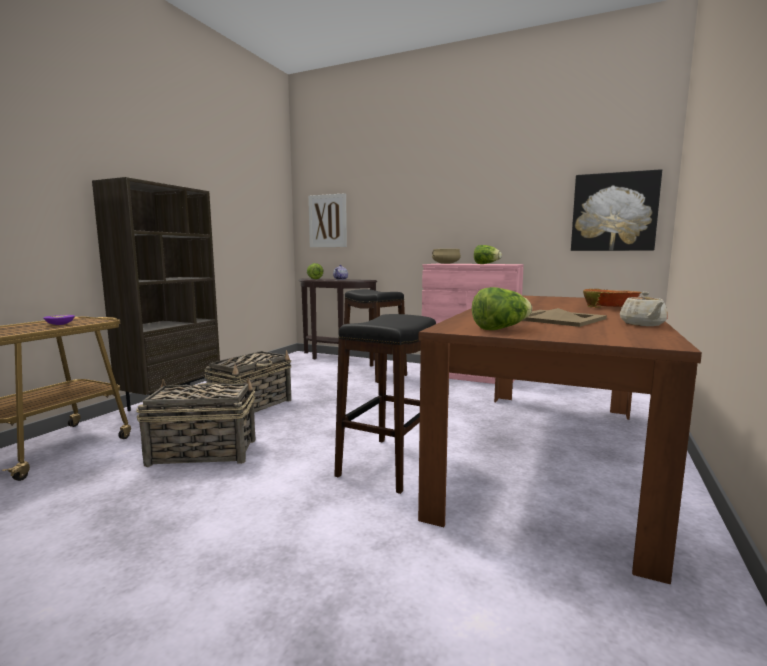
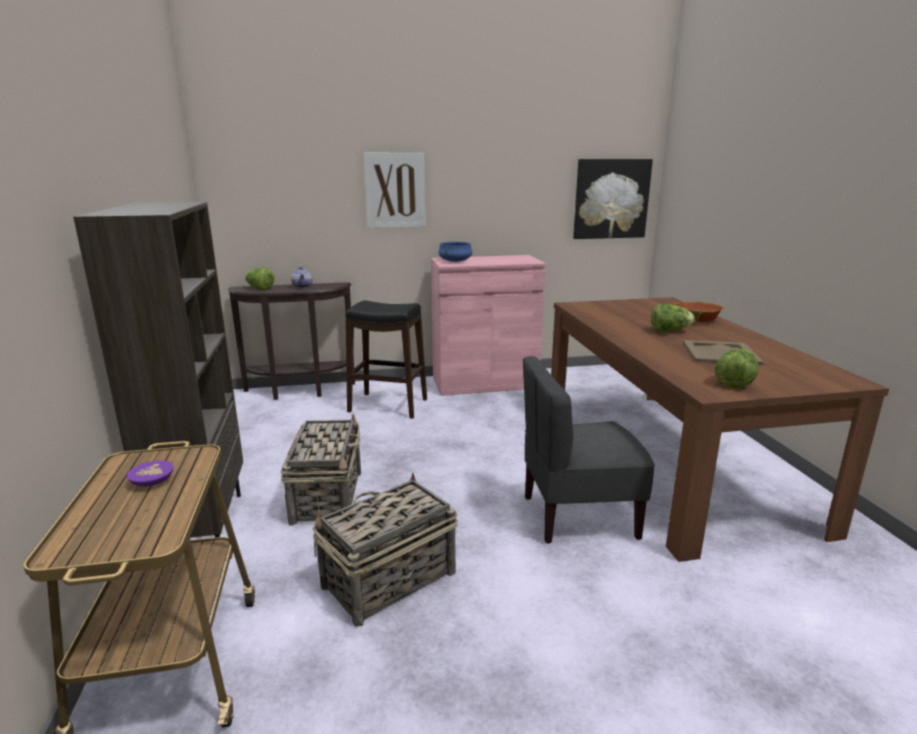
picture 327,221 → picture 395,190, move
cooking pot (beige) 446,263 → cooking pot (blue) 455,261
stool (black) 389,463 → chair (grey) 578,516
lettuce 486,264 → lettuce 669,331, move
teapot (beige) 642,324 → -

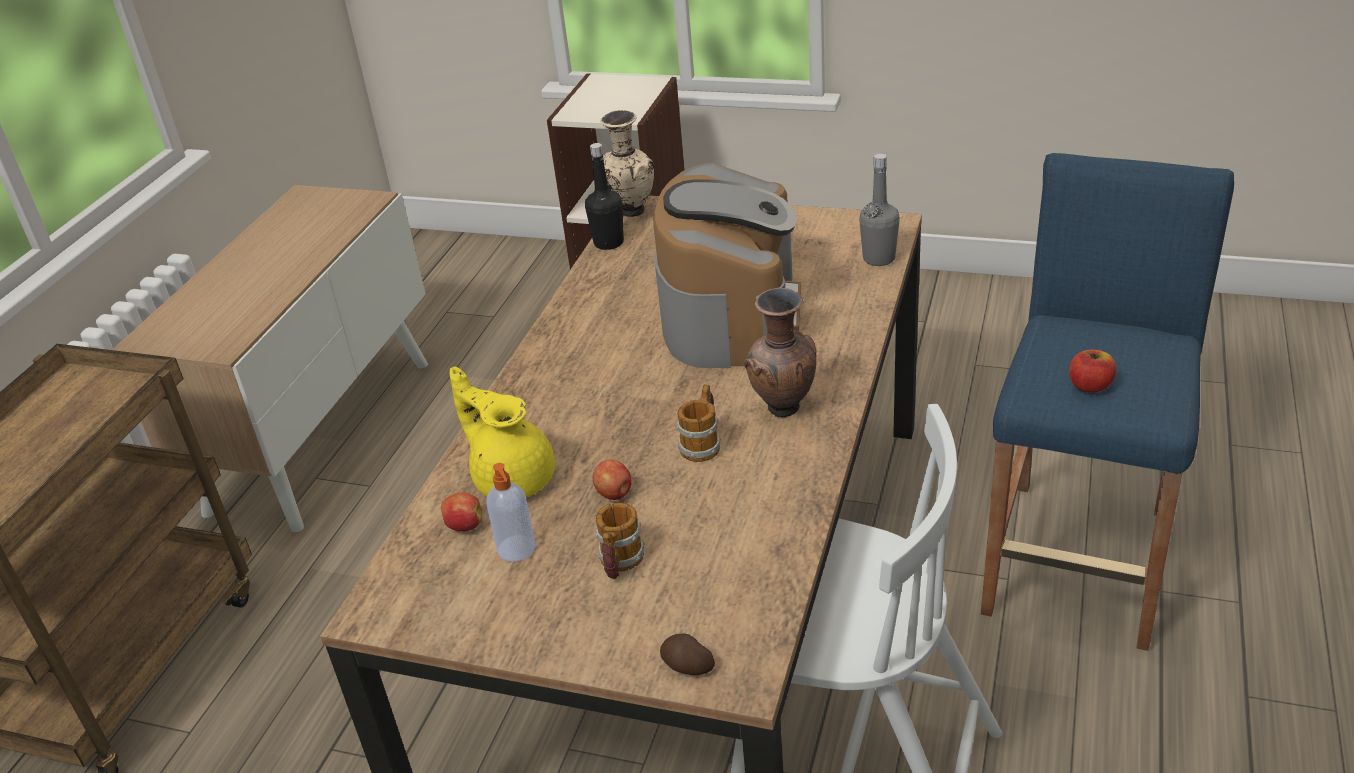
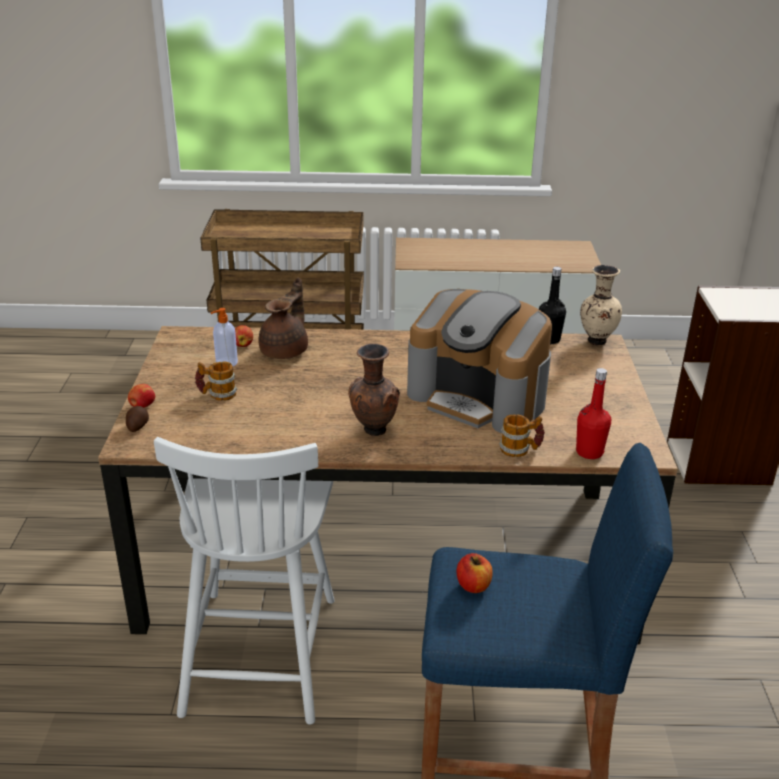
apple 614,494 → apple 142,406, move
teapot (yellow) 512,477 → teapot (brown) 286,351
coffee machine 731,315 → coffee machine 479,397, 45 degrees clockwise
mug 703,443 → mug 520,449, move
bottle (grey) 879,258 → bottle (red) 589,452

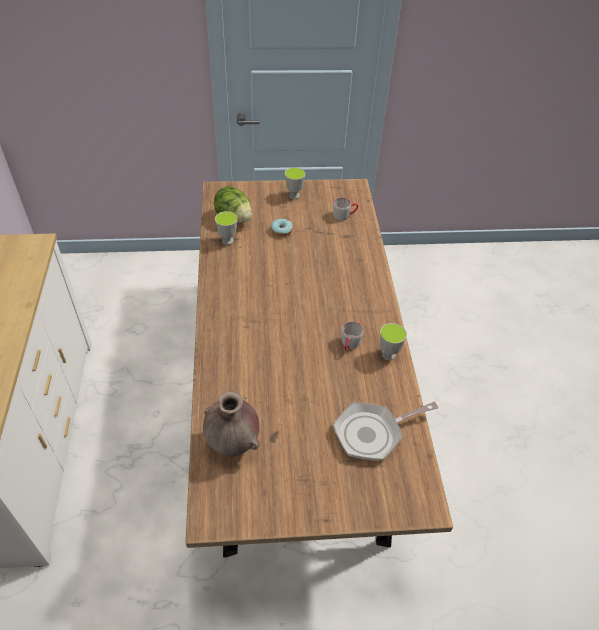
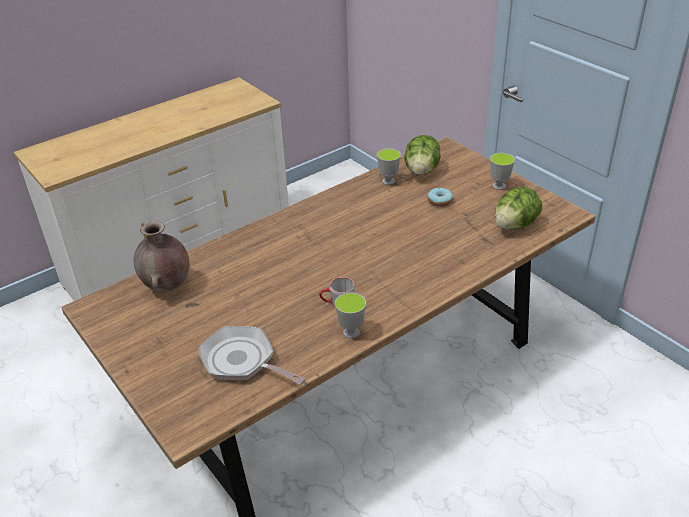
mug (grey) 344,215 → lettuce 515,225

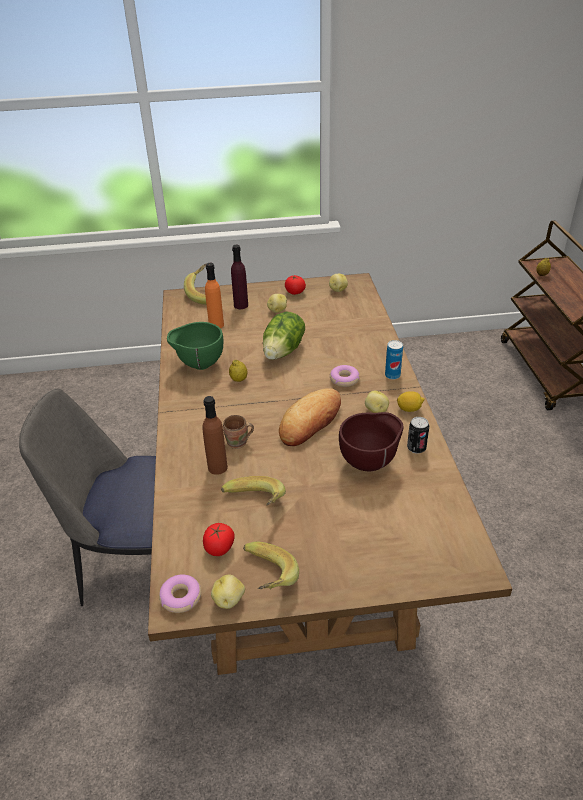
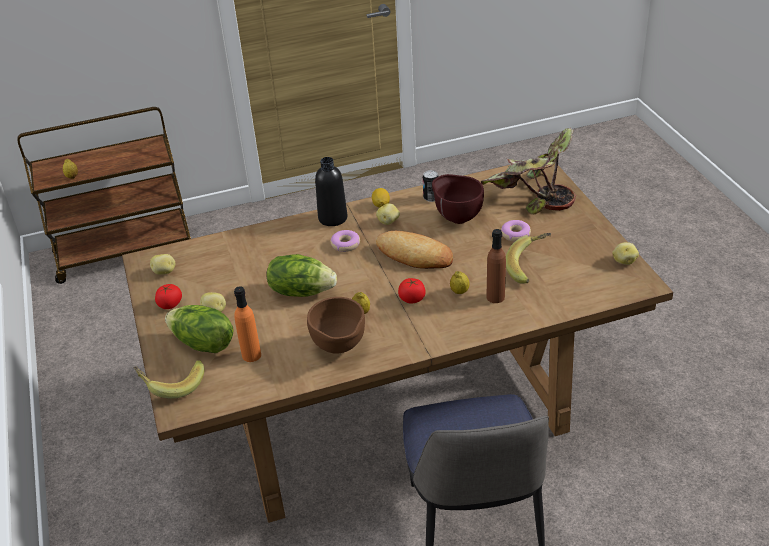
bottle (purple) 241,305 → lettuce 203,344
bowl (green) 198,365 → bowl (brown) 339,349
can 392,375 → bottle (black) 332,218
tomato 219,548 → tomato 412,299, move
mug (brown) 238,443 → lemon 459,291
- → potted plant 529,198
donut 181,597 → donut 515,234, move
banana 265,579 → -

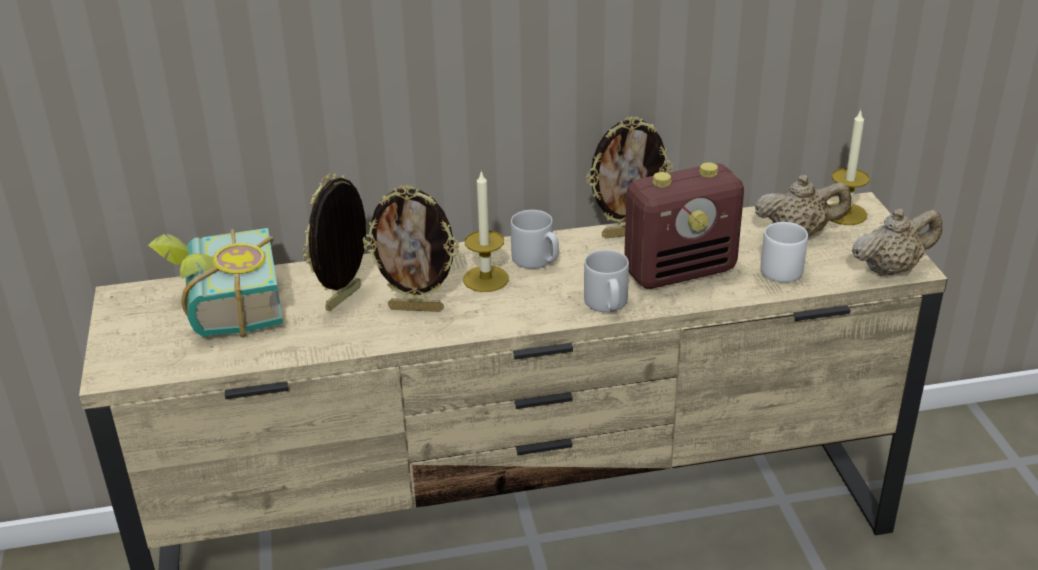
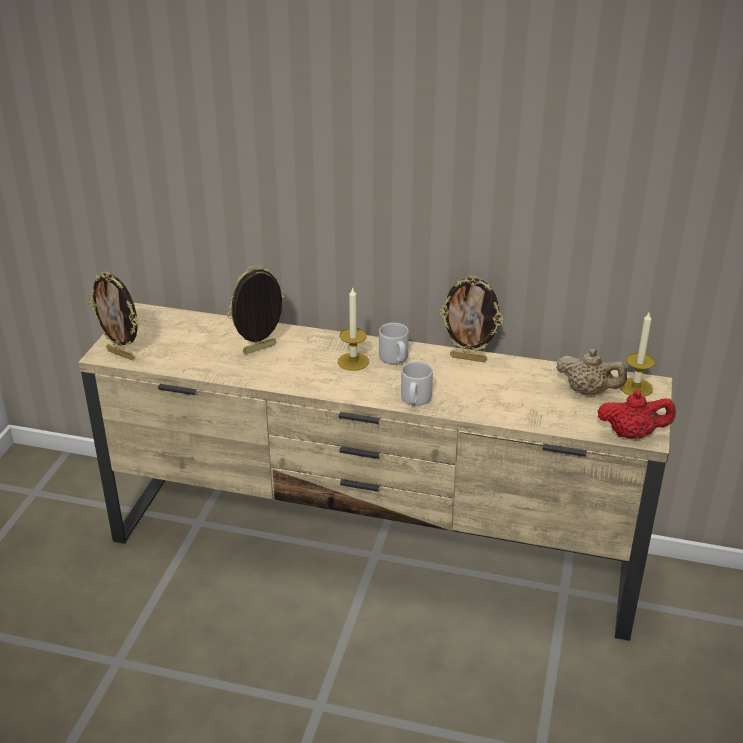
picture frame 417,308 → picture frame 122,354, move
teapot (beige) 891,269 → teapot (red) 632,434
book 222,308 → -
radio 680,271 → -
mug (white) 780,268 → -

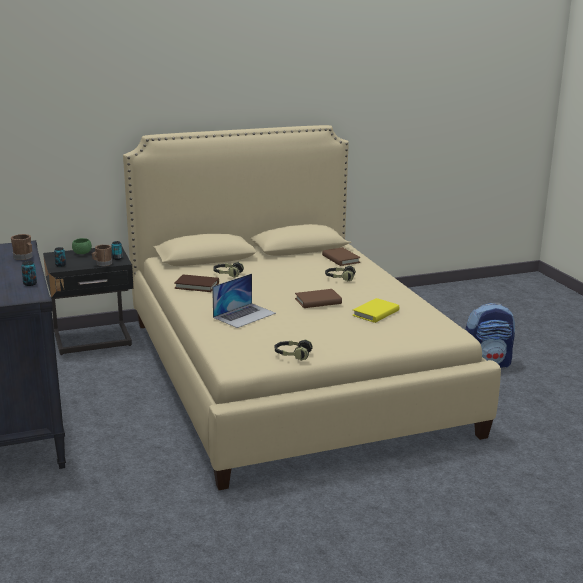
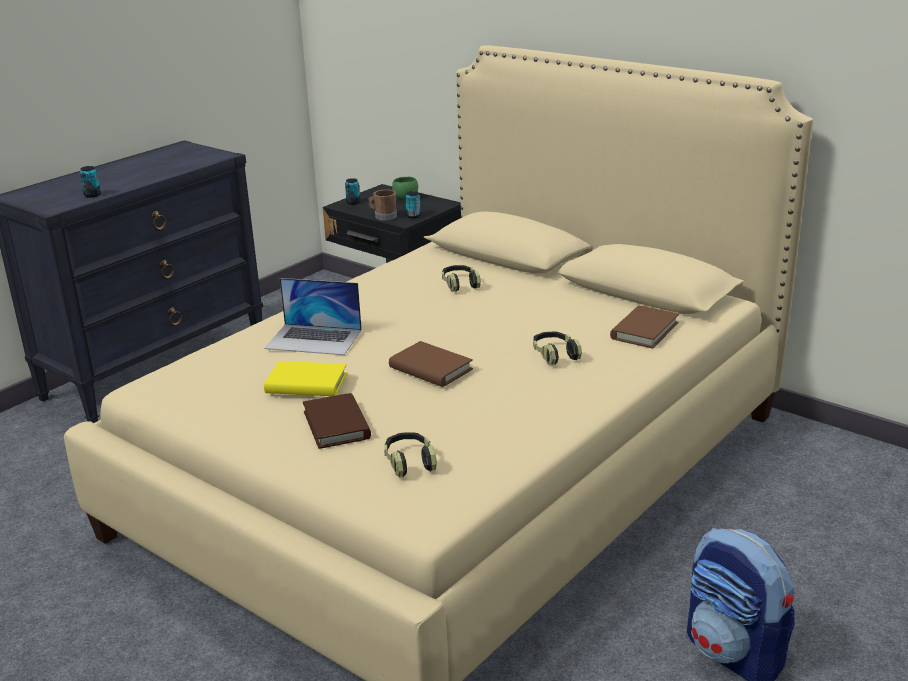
book (yellow) 376,313 → book (yellow) 306,384, move
book (brown) 197,285 → book (brown) 336,425, move
headphones 292,355 → headphones 409,462, move
mug (brown) 24,257 → -

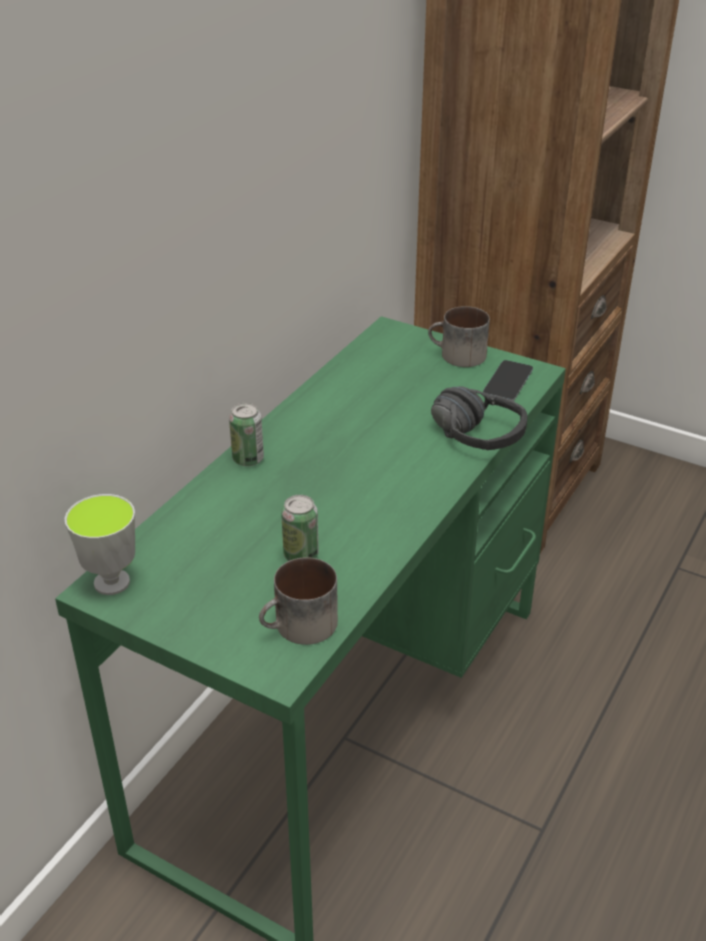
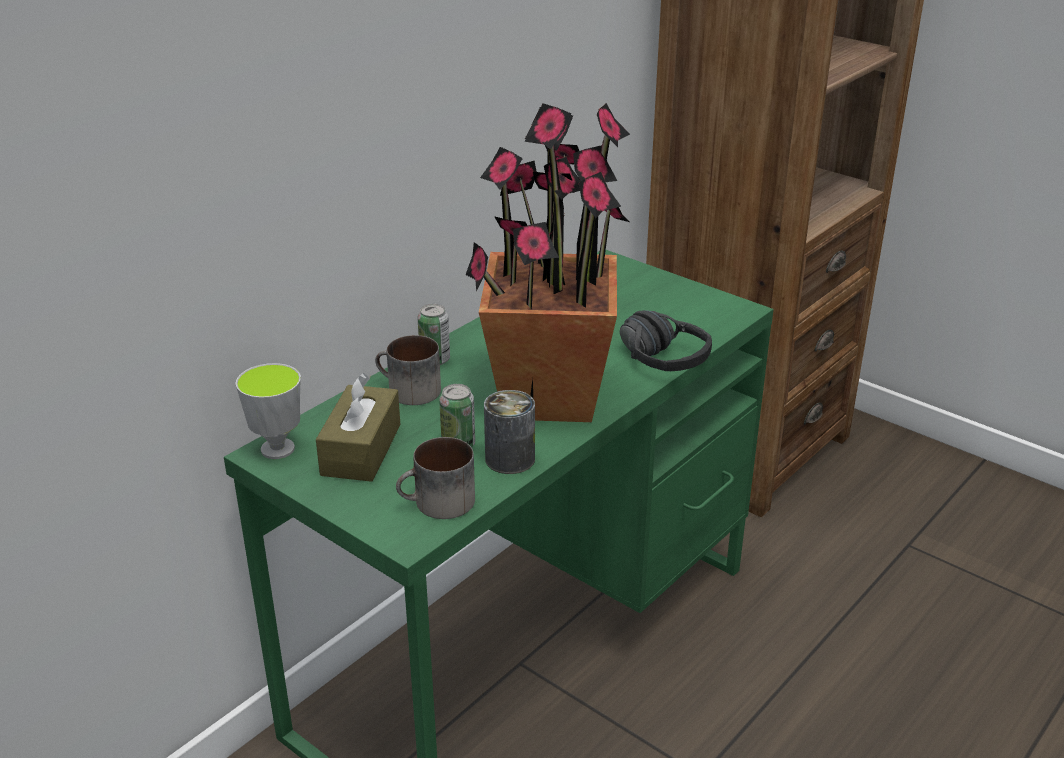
- → tissue box (brown) 361,450
mug 457,356 → mug 407,391, move
- → potted plant 548,396
- → can 510,459
phone 508,381 → -

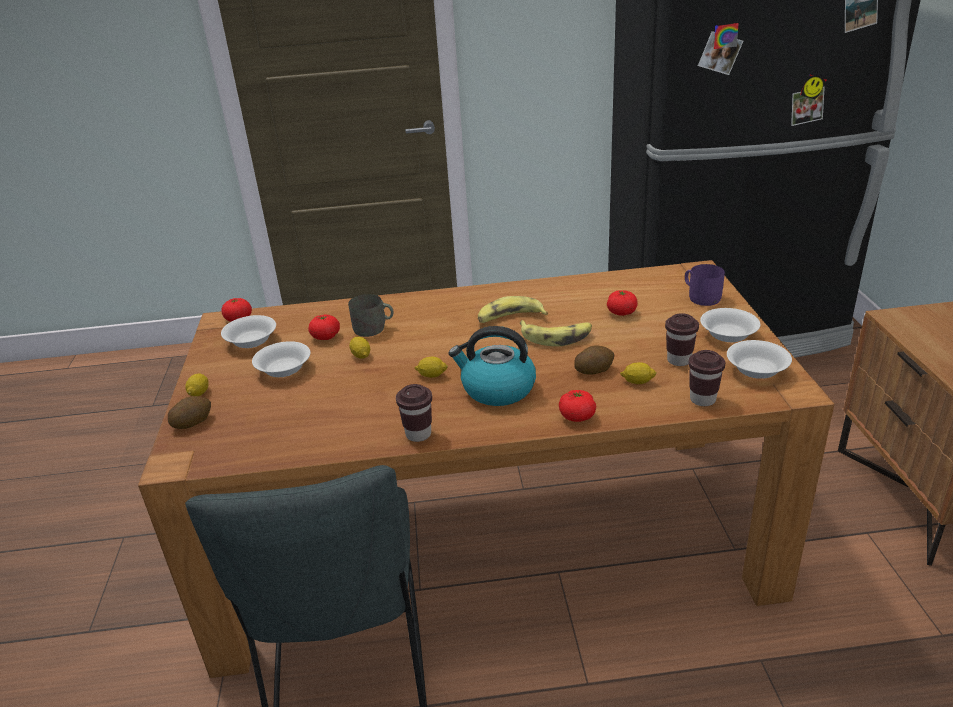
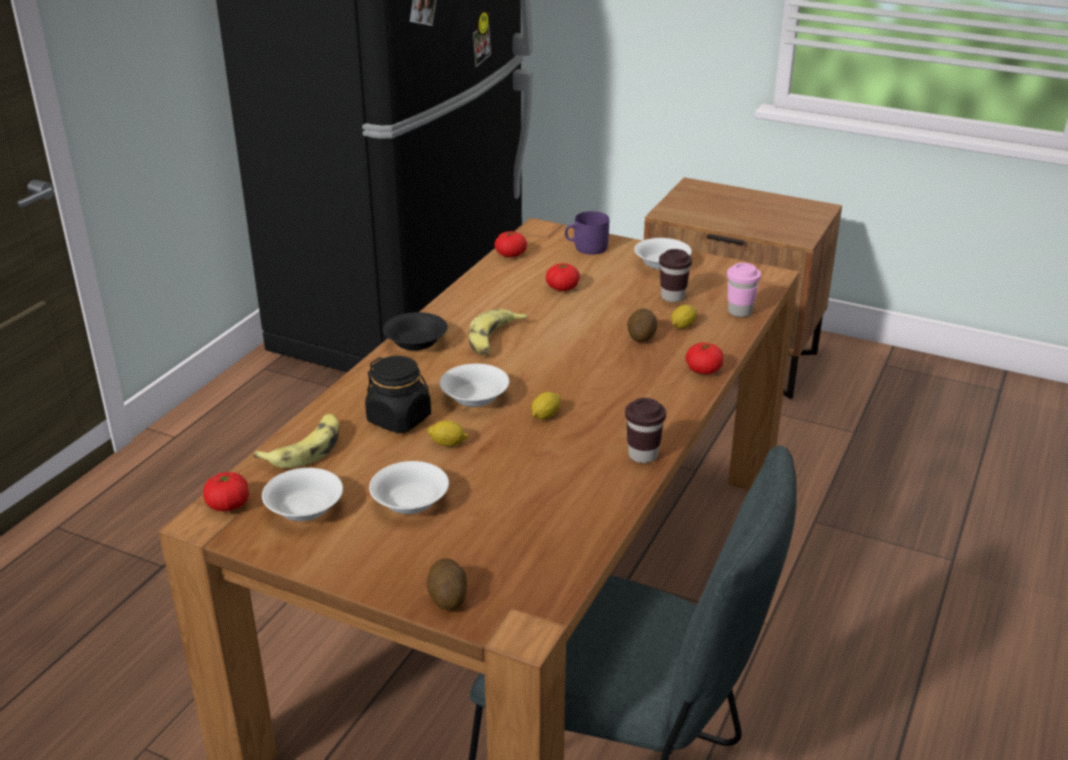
banana 556,337 → banana 305,449, move
mug (grey) 373,328 → jar (black) 399,419
- → bowl (black) 415,343
bowl (white) 757,371 → bowl (white) 476,398, move
tomato 326,337 → tomato 510,254, move
cup (brown) 702,399 → cup (pink) 739,312
lemon 199,393 → -
kettle 497,389 → -

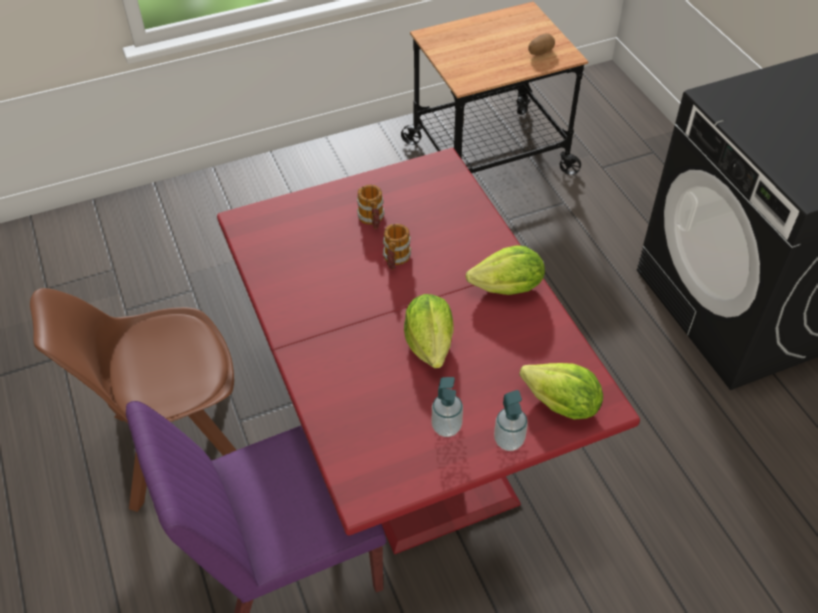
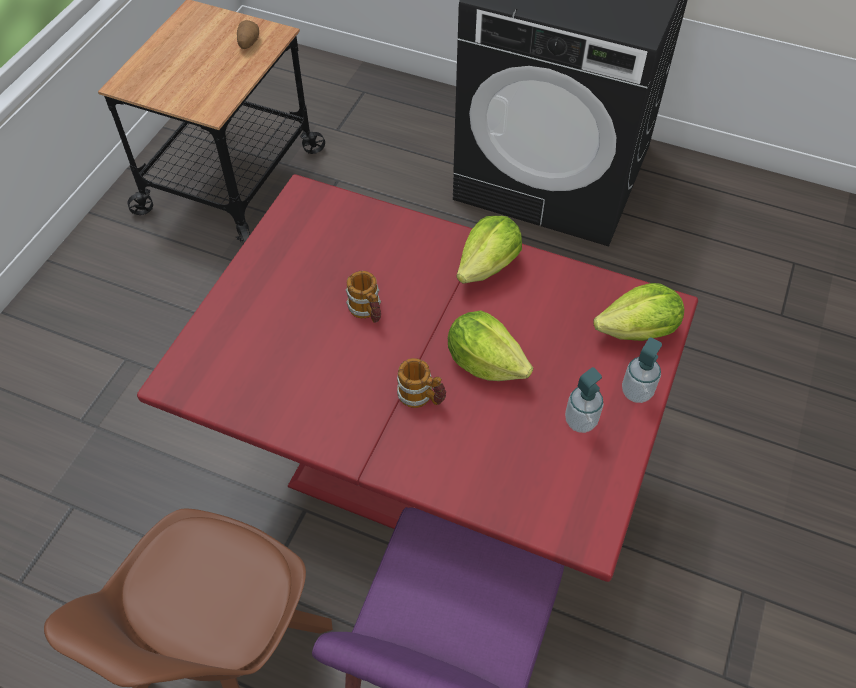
mug 372,220 → mug 421,397, move

